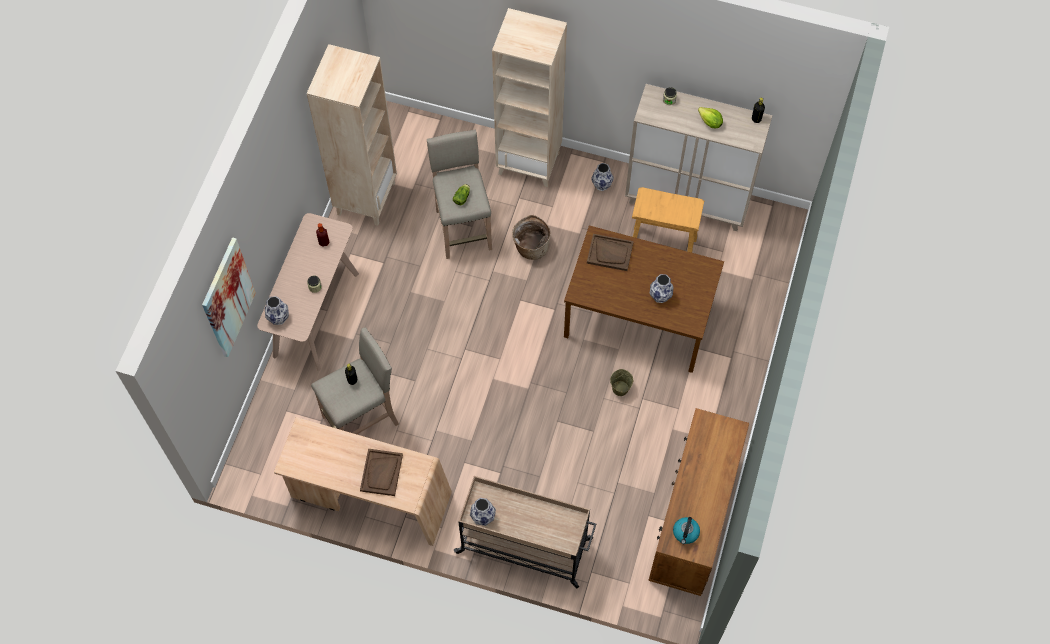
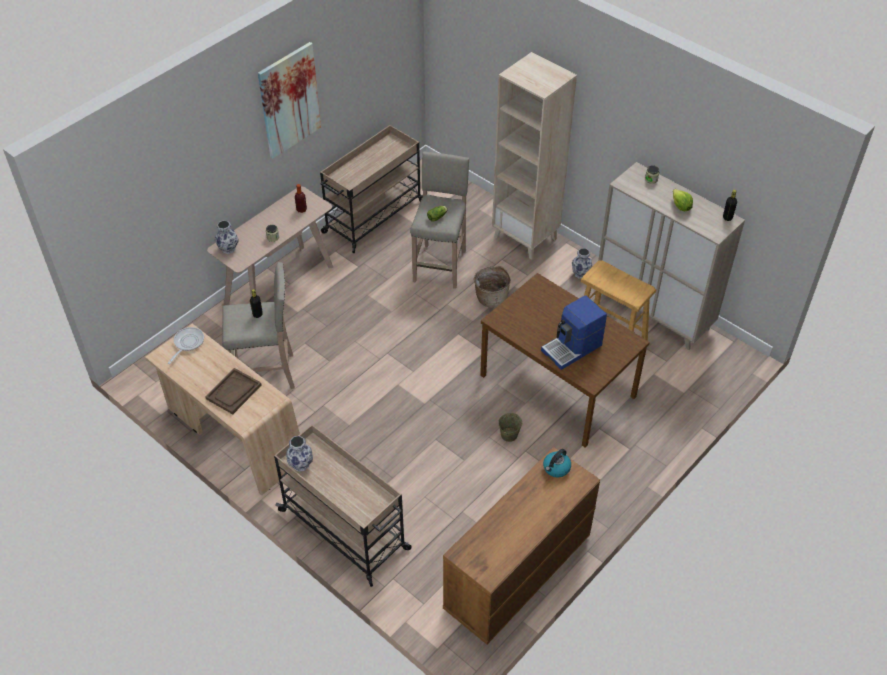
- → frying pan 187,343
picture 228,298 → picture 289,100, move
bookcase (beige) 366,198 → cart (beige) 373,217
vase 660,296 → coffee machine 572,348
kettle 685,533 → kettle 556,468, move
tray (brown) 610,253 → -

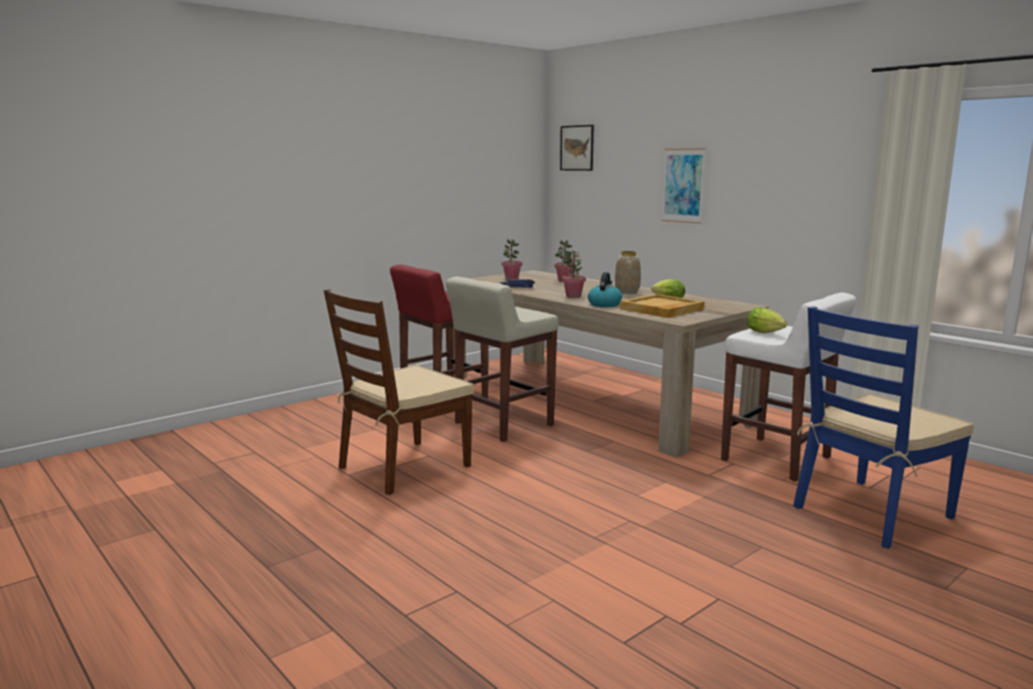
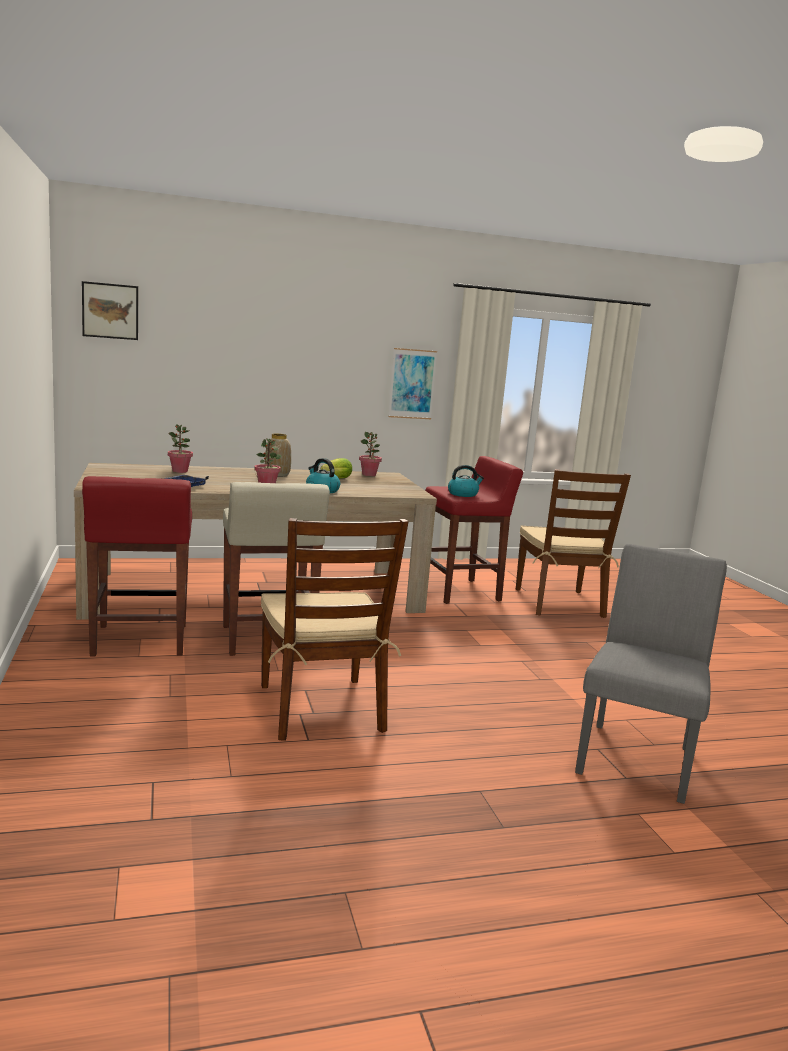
potted plant 511,278 → potted plant 369,475, move
picture 683,185 → picture 412,384, move
stool (white) 777,459 → stool (red) 461,591
lettuce 766,333 → kettle 463,494
chair (blue) 871,512 → chair (brown) 559,603
- → chair (grey) 637,755
tray (beige) 661,309 → -

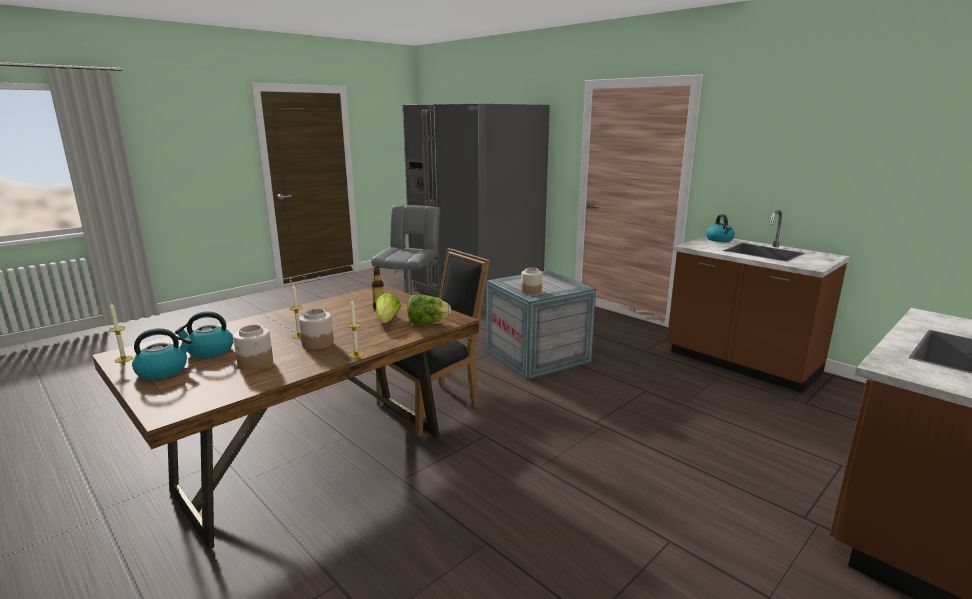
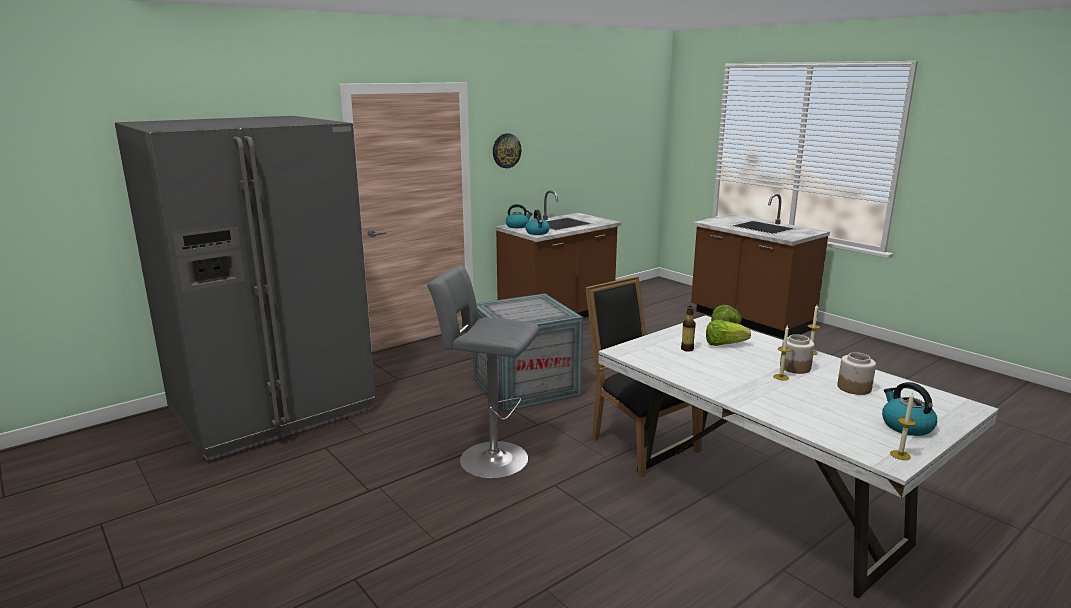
- → wall clock 506,150
kettle 209,351 → kettle 537,233, move
dining table (brown) 314,463 → dining table (white) 766,506
jar 531,291 → -

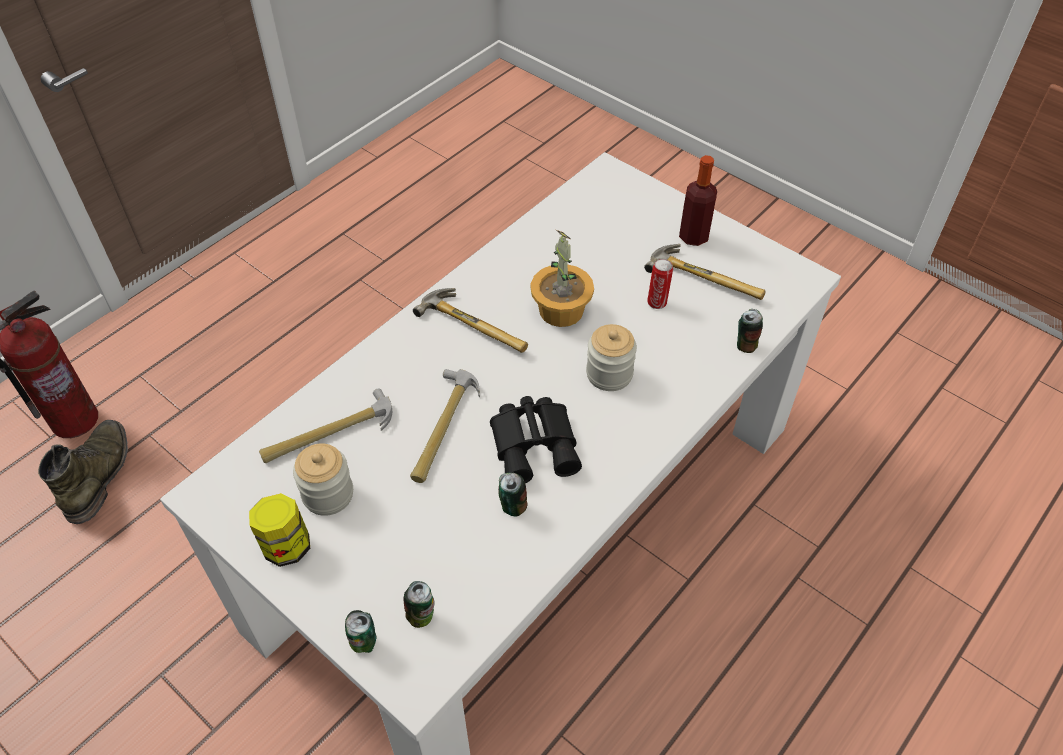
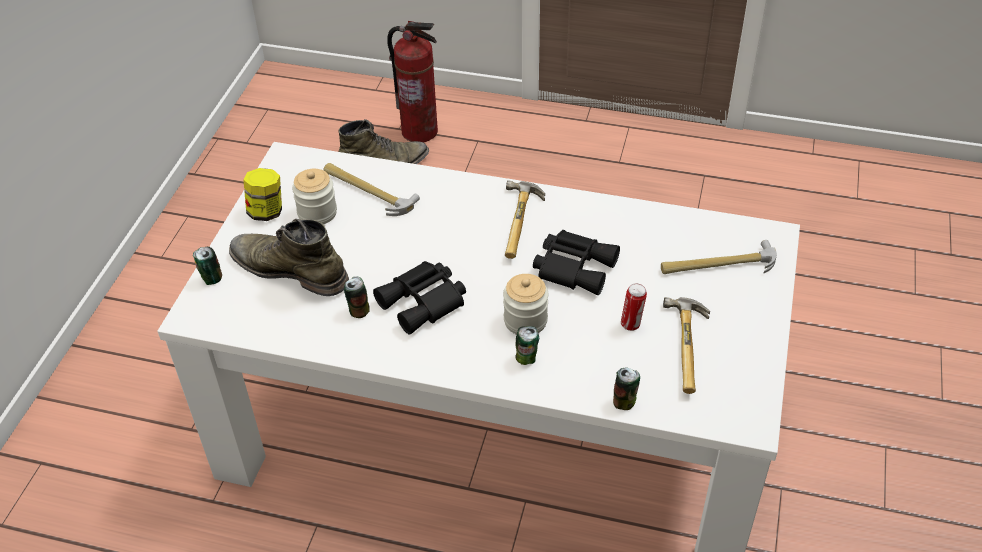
- → boot (green) 289,269
can 422,616 → can 526,359, move
potted plant 560,310 → binoculars (black) 574,266
hammer 442,428 → hammer 718,265, move
bottle 693,236 → -

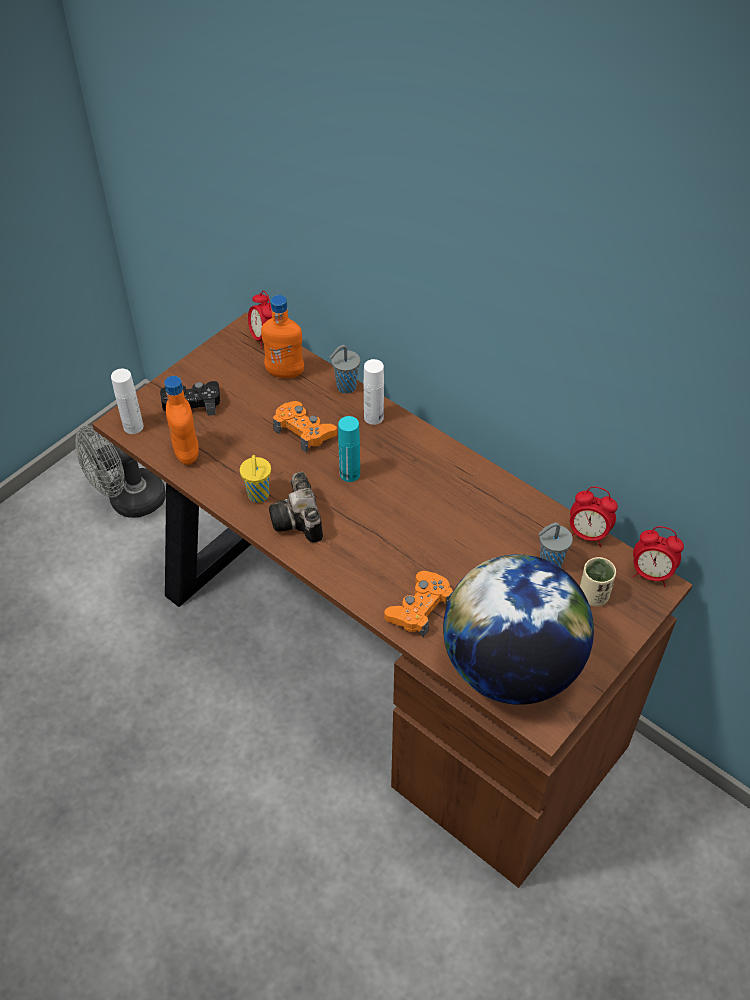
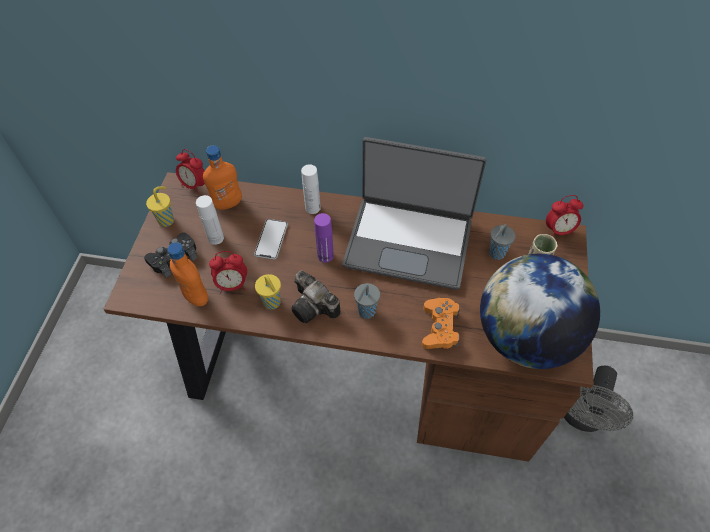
- → cup (yellow) 167,220
bottle (white) 133,426 → bottle (white) 216,238, move
alarm clock 587,534 → alarm clock 232,285, move
game controller (orange) 304,431 → phone 271,239
bottle (turquoise) 350,474 → bottle (purple) 325,256
- → laptop 409,241
cup (grey) 345,387 → cup (grey) 366,312, move
fan (grey) 128,501 → fan (grey) 581,417, move

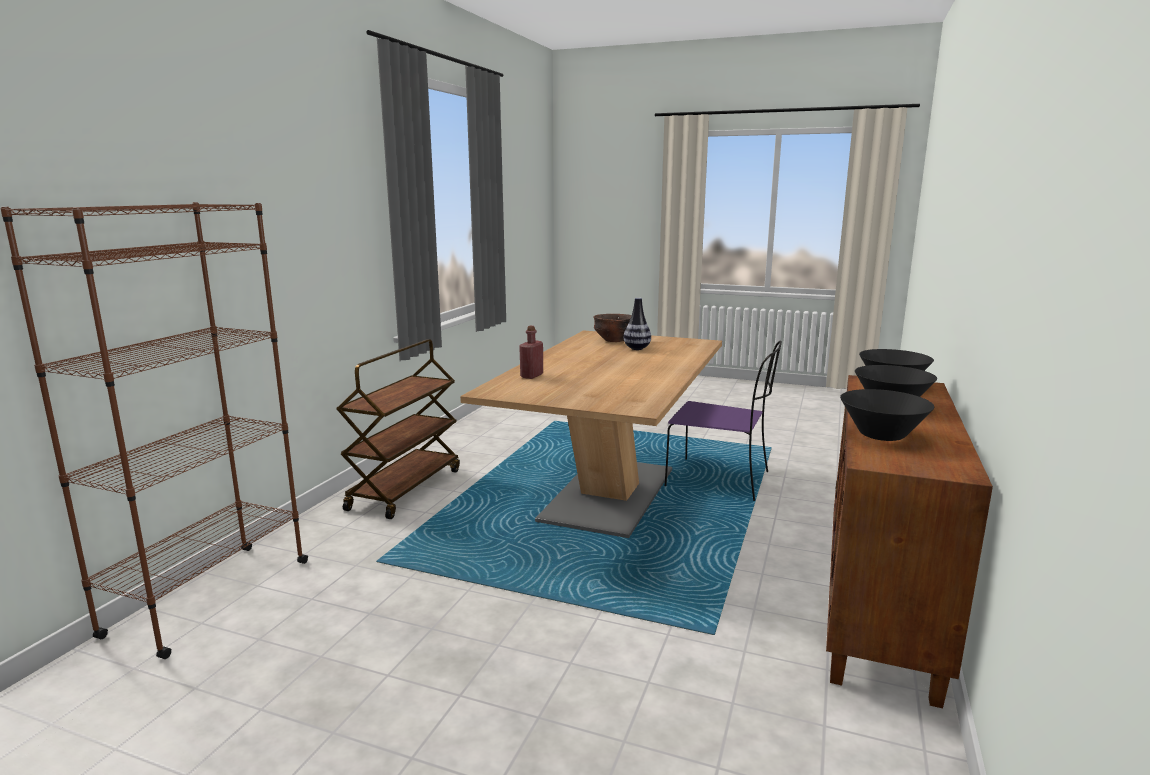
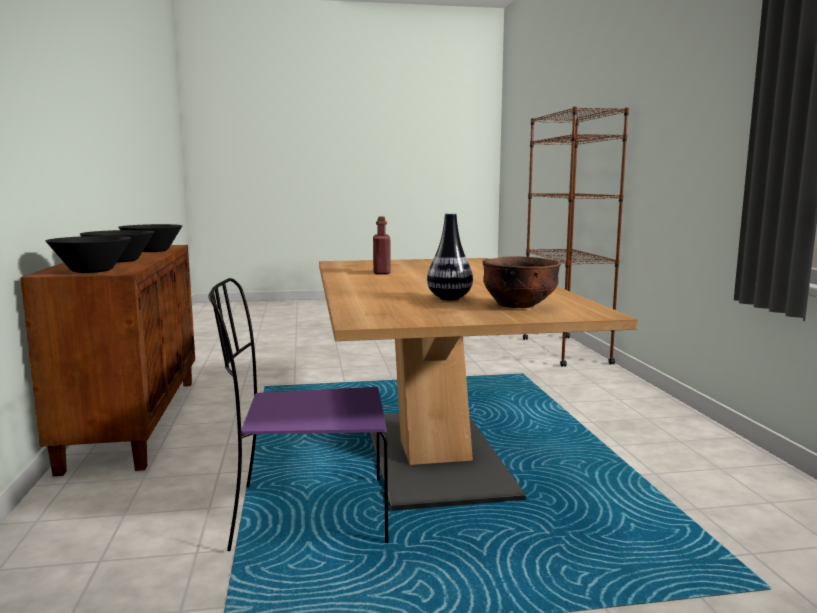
bottle (red) 531,376 → bottle (red) 381,272, move
cart (brown) 405,488 → -

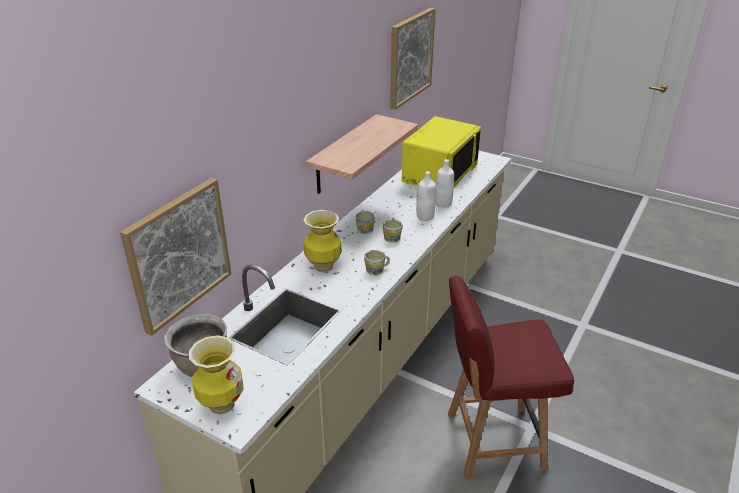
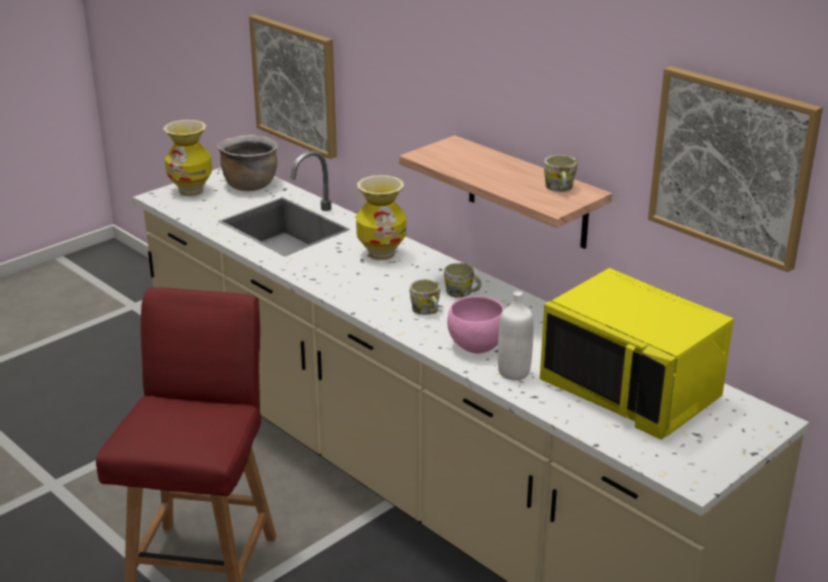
bottle (white) 425,216 → bowl (pink) 476,347
mug 377,269 → mug 559,189, move

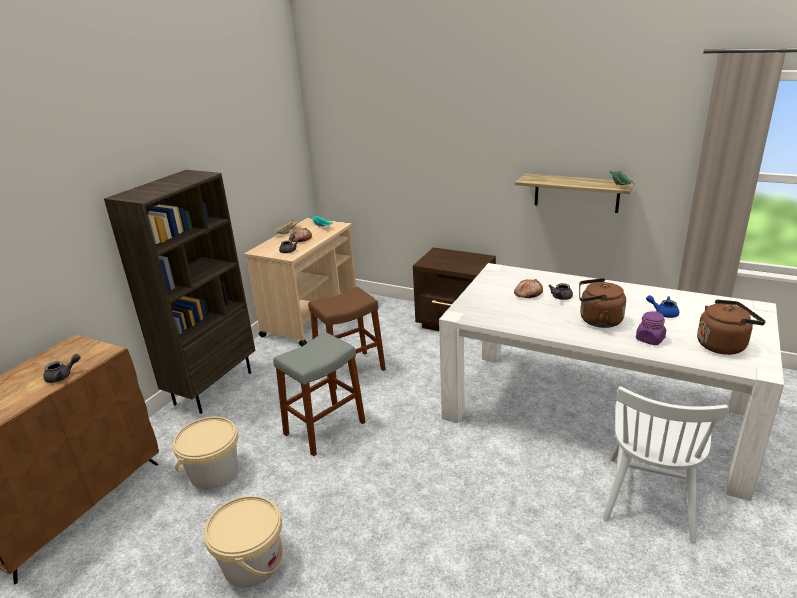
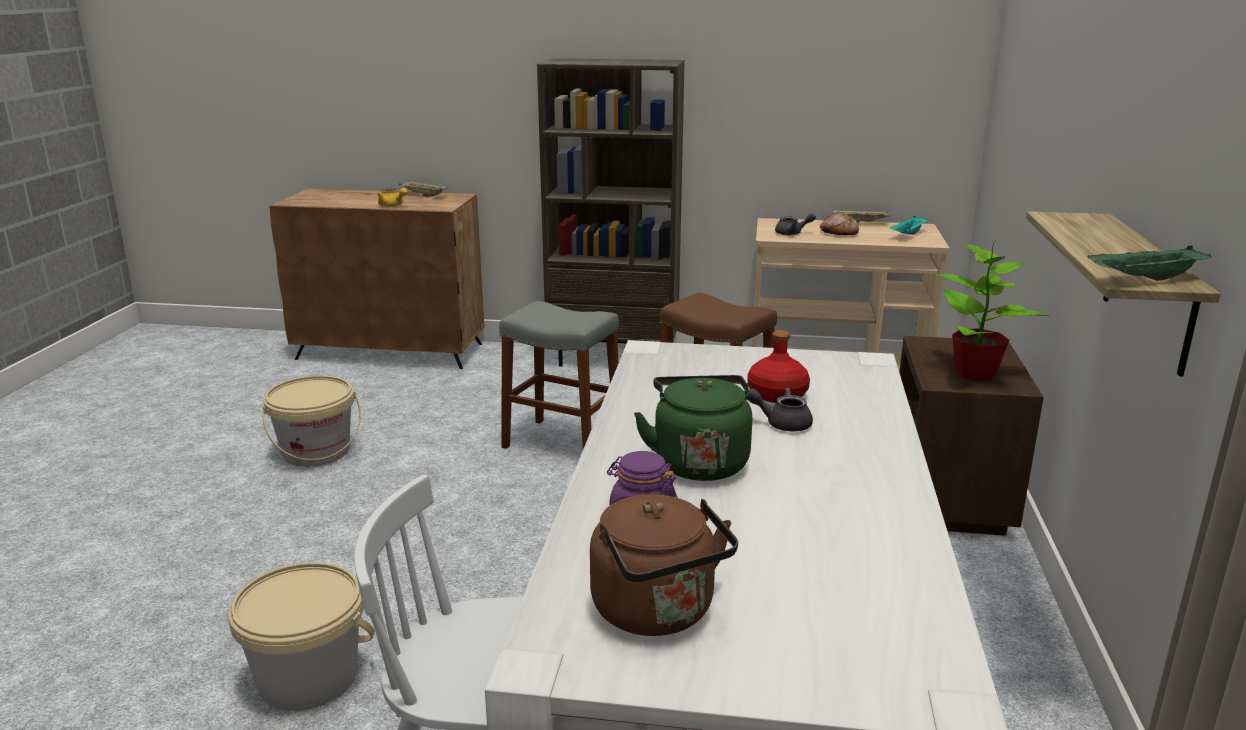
bucket (beige) 214,472 → bucket (beige) 308,678, move
teapot (grey) 63,376 → teapot (yellow) 392,205
- → tray (beige) 423,195
kettle (brown) 597,320 → kettle (green) 699,462
bread 528,294 → bottle (red) 777,394
- → potted plant 976,374
teapot (blue) 663,313 → -

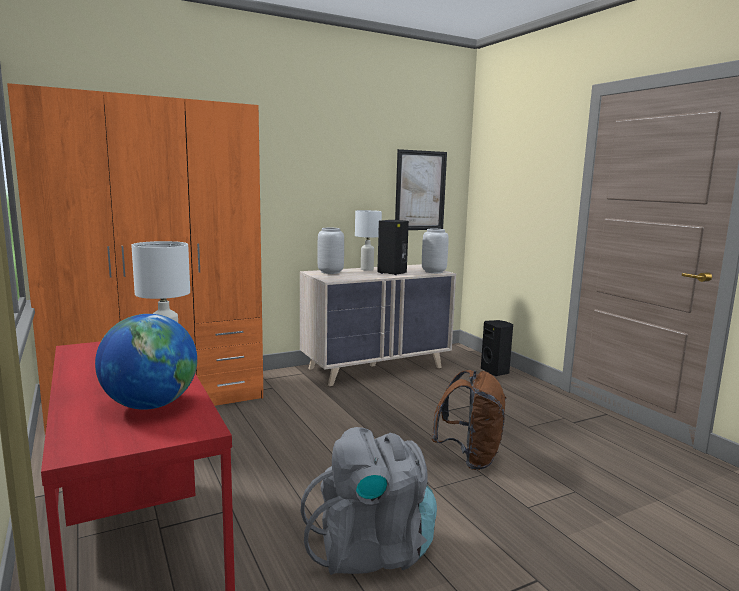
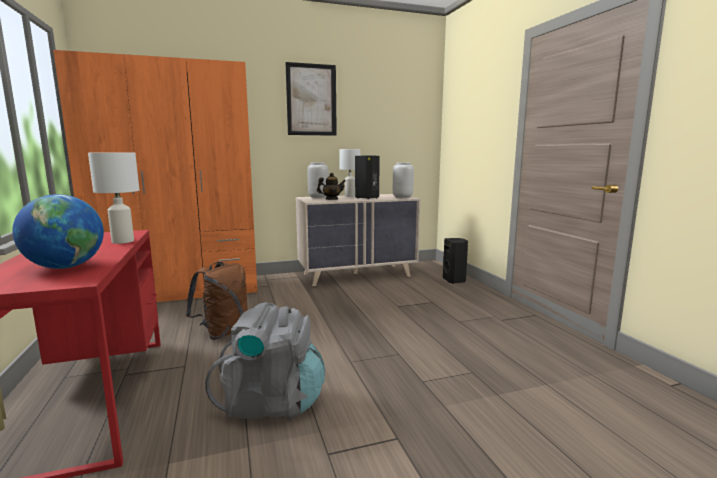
backpack (brown) 470,458 → backpack (brown) 223,332, move
picture 420,190 → picture 311,100, move
- → teapot 331,199

